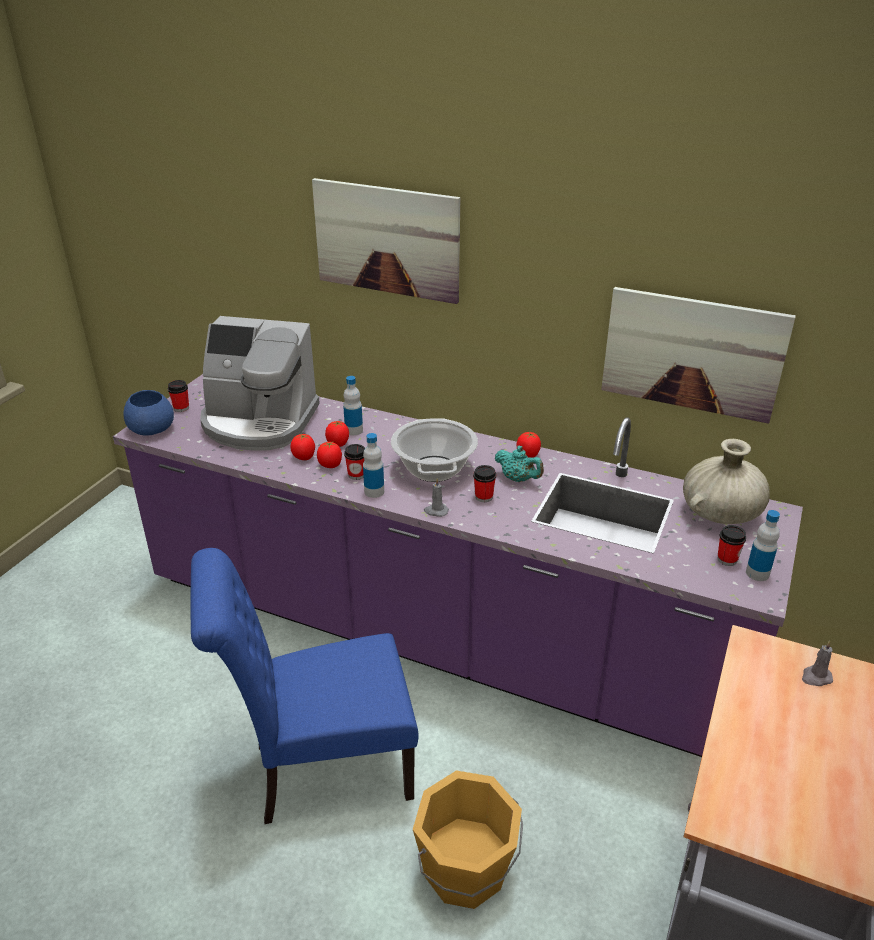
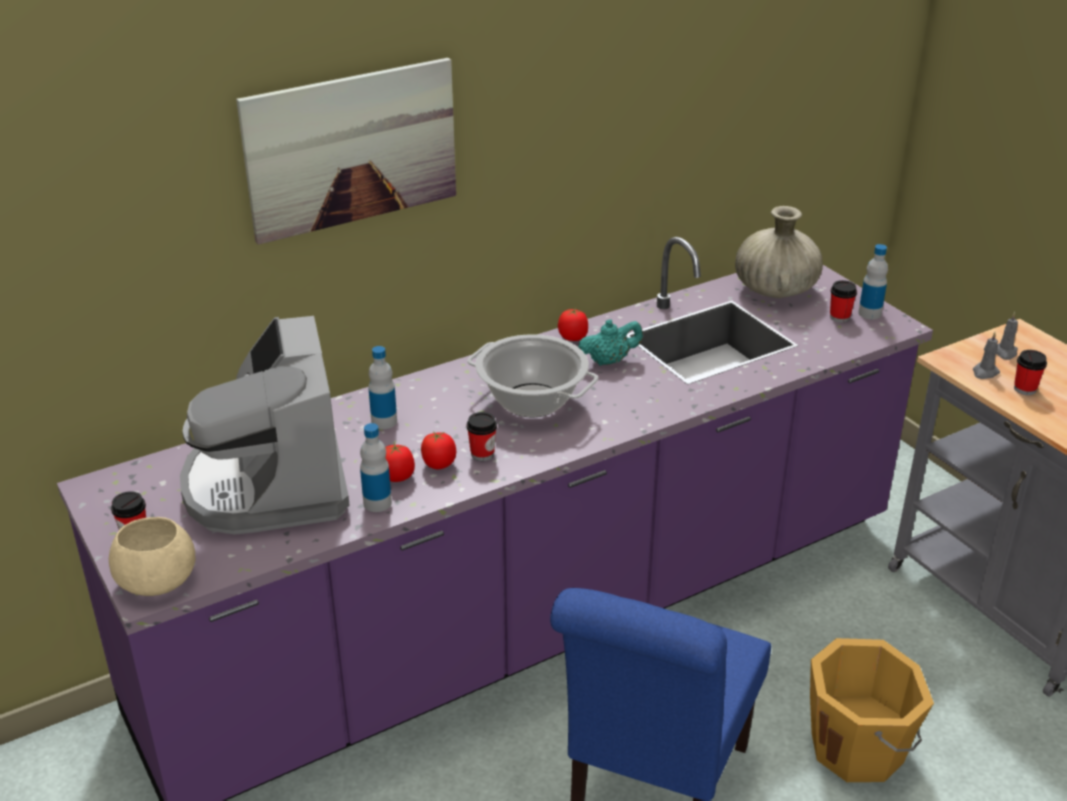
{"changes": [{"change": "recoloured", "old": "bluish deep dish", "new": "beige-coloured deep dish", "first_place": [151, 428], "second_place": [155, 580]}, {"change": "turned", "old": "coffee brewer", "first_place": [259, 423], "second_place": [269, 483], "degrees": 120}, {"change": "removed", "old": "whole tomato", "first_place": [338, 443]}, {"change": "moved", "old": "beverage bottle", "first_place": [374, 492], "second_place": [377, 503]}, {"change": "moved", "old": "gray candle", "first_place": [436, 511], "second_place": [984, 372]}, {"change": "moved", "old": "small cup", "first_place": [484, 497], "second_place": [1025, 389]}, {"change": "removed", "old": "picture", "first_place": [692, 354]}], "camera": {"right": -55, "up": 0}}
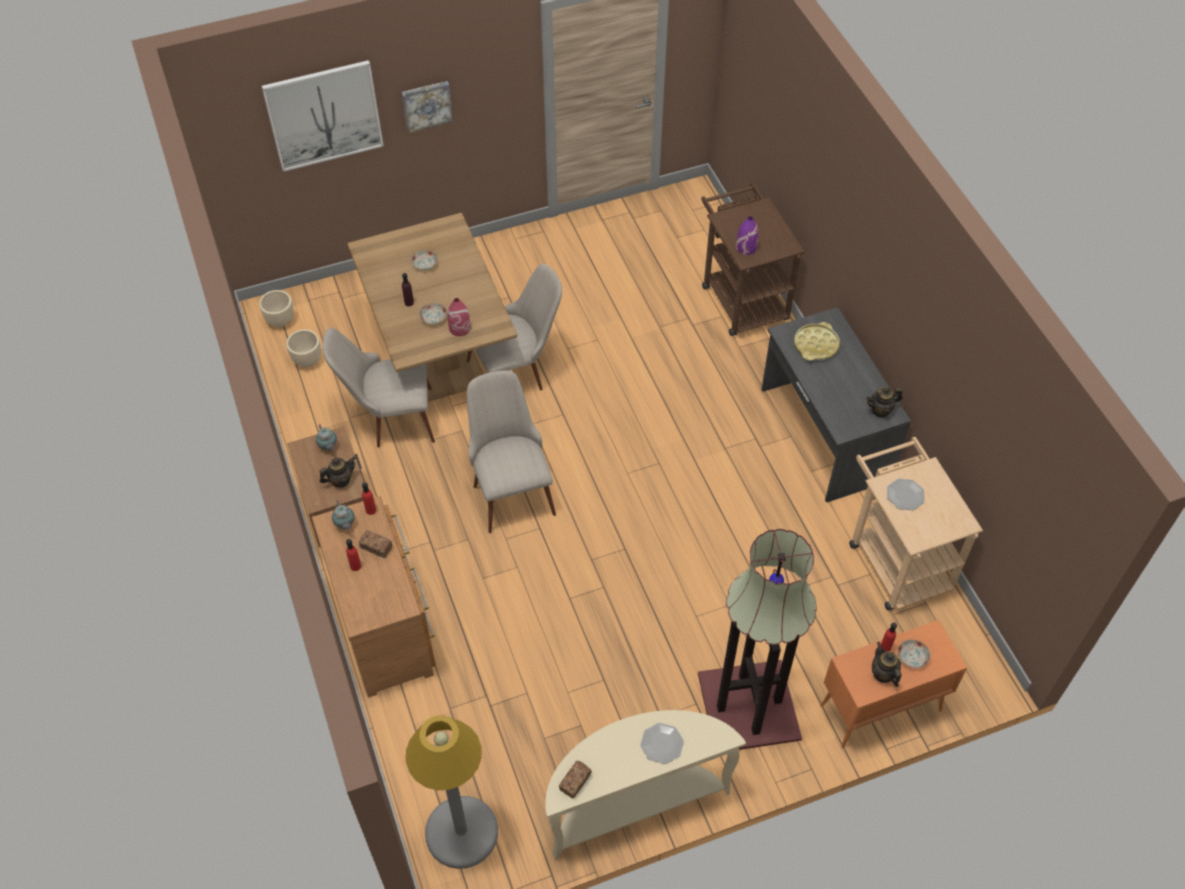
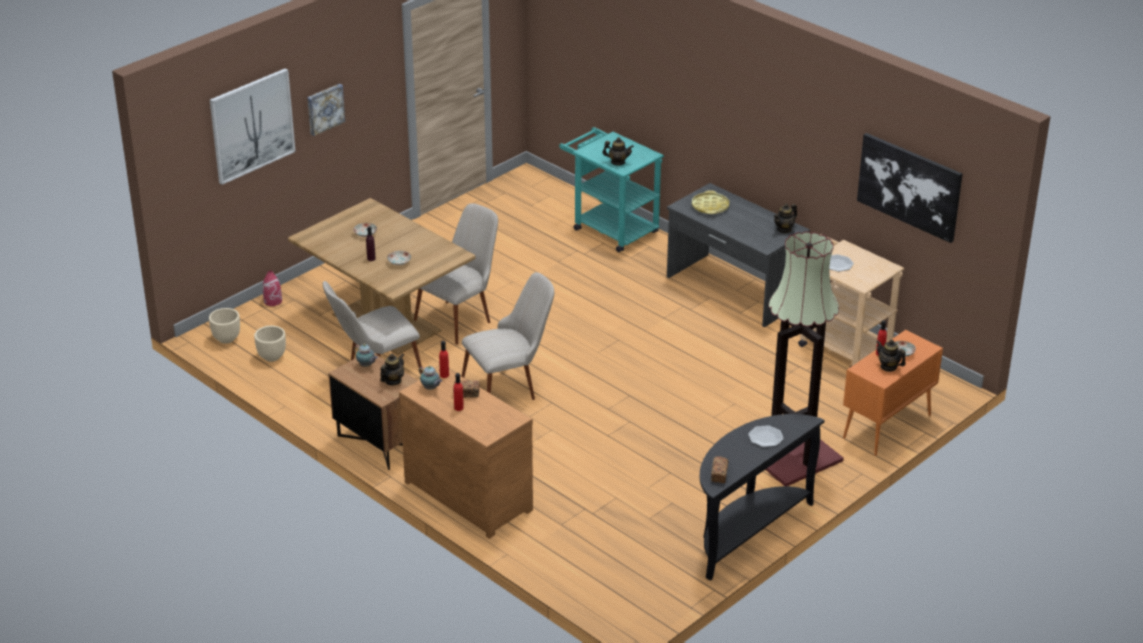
{"changes": [{"change": "removed", "old": "gray standard lamp", "first_place": [462, 832]}, {"change": "moved", "old": "red flower vase", "first_place": [460, 328], "second_place": [273, 301]}, {"change": "turned", "old": "beige-coloured chair", "first_place": [510, 488], "second_place": [509, 386], "degrees": 105}, {"change": "recoloured", "old": "beige-coloured narrow table", "new": "black-coloured narrow table", "first_place": [634, 803], "second_place": [745, 532]}, {"change": "recoloured", "old": "brown trolley", "new": "blue-green trolley", "first_place": [741, 297], "second_place": [610, 228]}, {"change": "replaced", "old": "purple-coloured flower vase", "new": "pot for tea", "first_place": [746, 247], "second_place": [618, 162]}, {"change": "added", "new": "picture", "second_place": [909, 186]}], "camera": {"right": -25, "up": -20}}
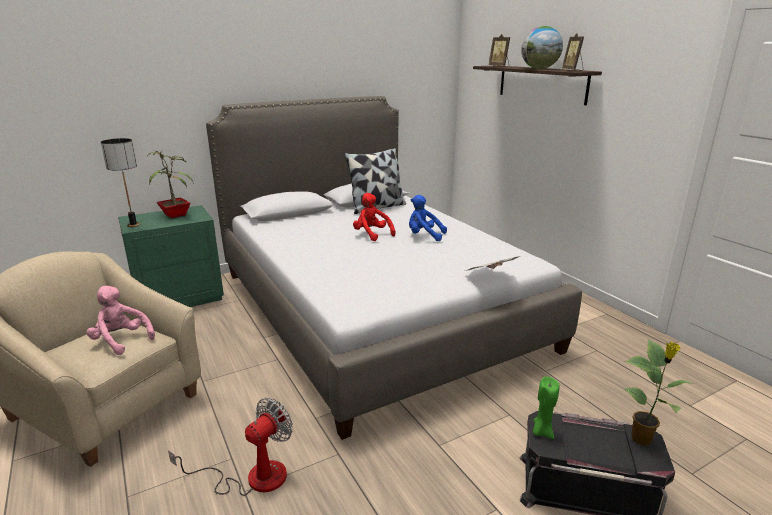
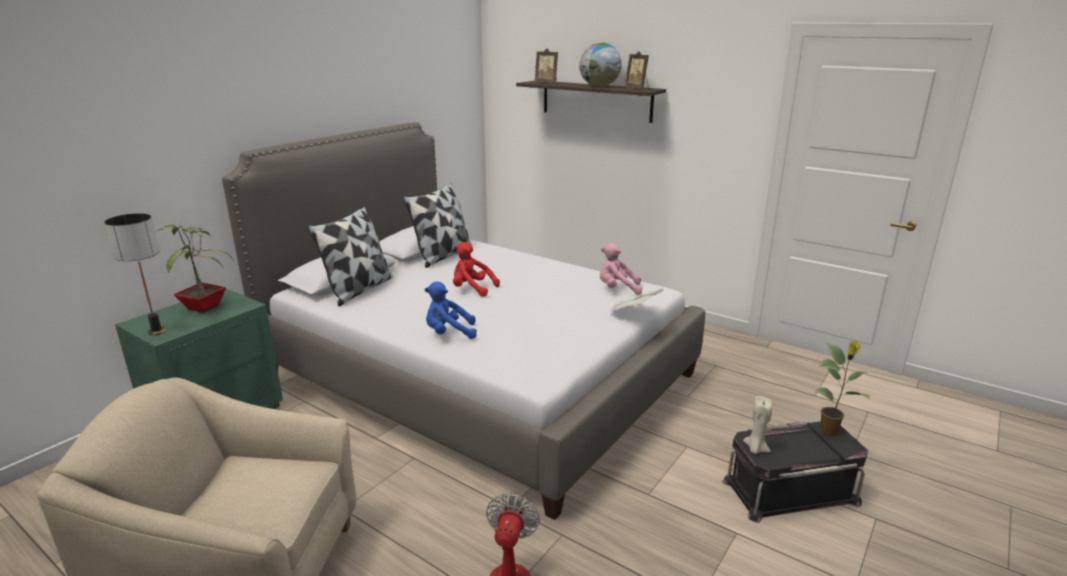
{"changes": [{"change": "moved", "old": "pinkish soft toy", "first_place": [121, 341], "second_place": [617, 289]}, {"change": "moved", "old": "bluish soft toy", "first_place": [424, 236], "second_place": [449, 333]}, {"change": "recoloured", "old": "greenish candle", "new": "beige-coloured candle", "first_place": [541, 431], "second_place": [755, 449]}, {"change": "added", "new": "cushion", "second_place": [358, 289]}], "camera": {"right": -25, "up": 0}}
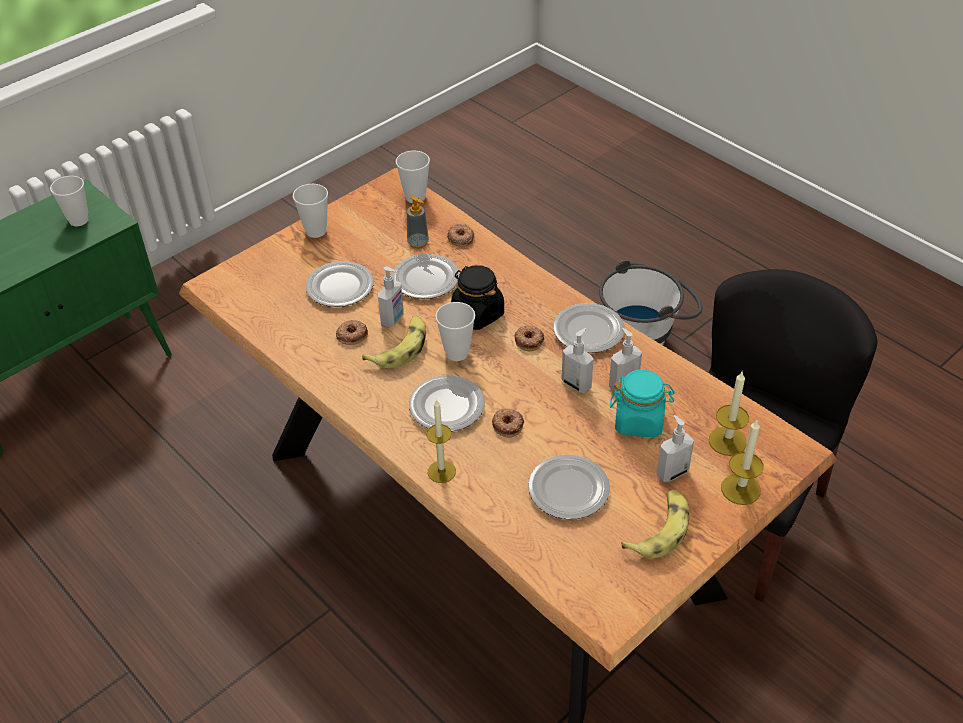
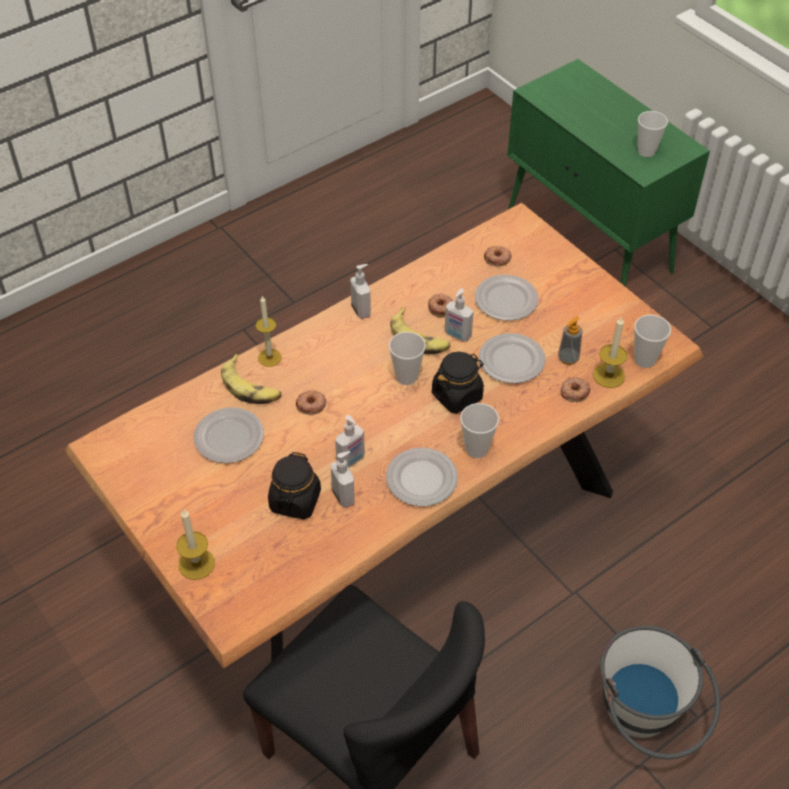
{"changes": [{"change": "moved", "old": "small cup", "first_place": [316, 231], "second_place": [476, 449]}, {"change": "removed", "old": "plate", "first_place": [446, 407]}, {"change": "moved", "old": "doughnut", "first_place": [529, 340], "second_place": [497, 258]}, {"change": "recoloured", "old": "blue-green preserve jar", "new": "black-coloured preserve jar", "first_place": [639, 421], "second_place": [295, 501]}, {"change": "moved", "old": "banana", "first_place": [660, 529], "second_place": [251, 387]}, {"change": "moved", "old": "soap dispenser", "first_place": [672, 472], "second_place": [361, 310]}, {"change": "moved", "old": "candle", "first_place": [727, 441], "second_place": [608, 375]}], "camera": {"right": 95, "up": 5}}
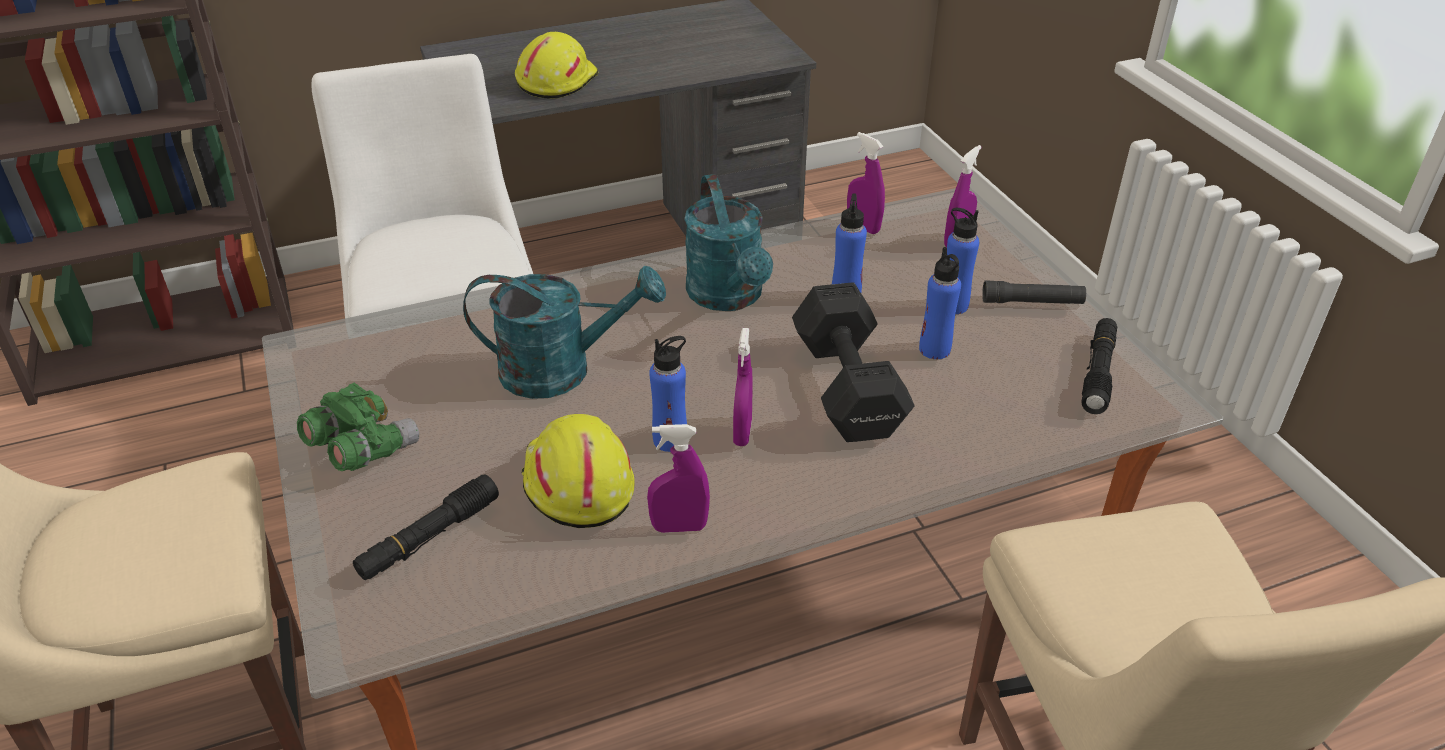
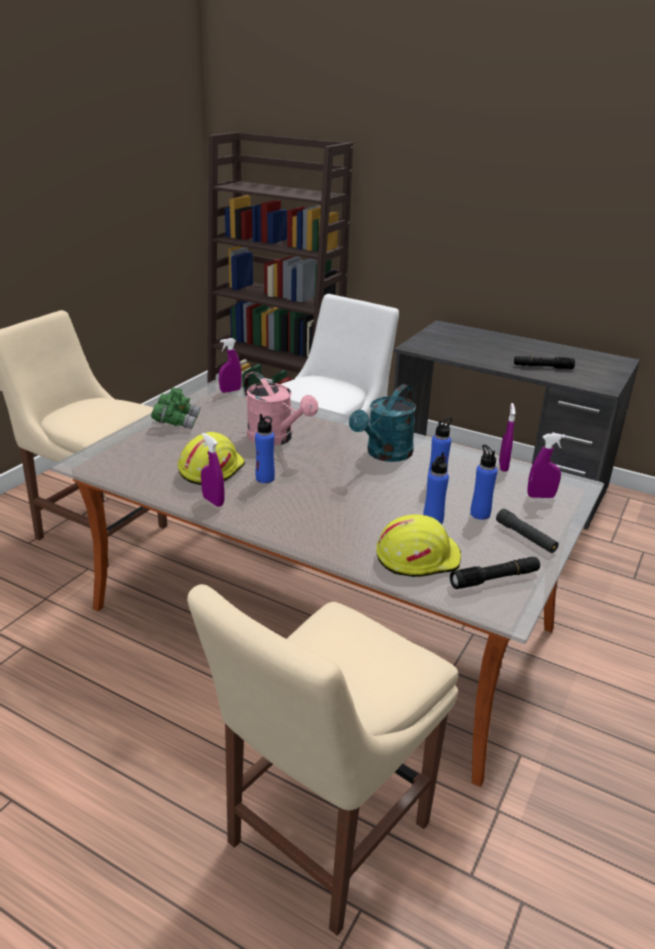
{"changes": [{"change": "moved", "old": "black-coloured flashlight", "first_place": [429, 537], "second_place": [542, 367]}, {"change": "recoloured", "old": "blue-green watering can", "new": "pinkish watering can", "first_place": [562, 370], "second_place": [276, 439]}, {"change": "moved", "old": "yellowish safety helmet", "first_place": [556, 81], "second_place": [417, 557]}, {"change": "moved", "old": "purple-coloured sprayer", "first_place": [742, 432], "second_place": [230, 391]}, {"change": "removed", "old": "black-coloured dumbbell", "first_place": [848, 385]}], "camera": {"right": 50, "up": -10}}
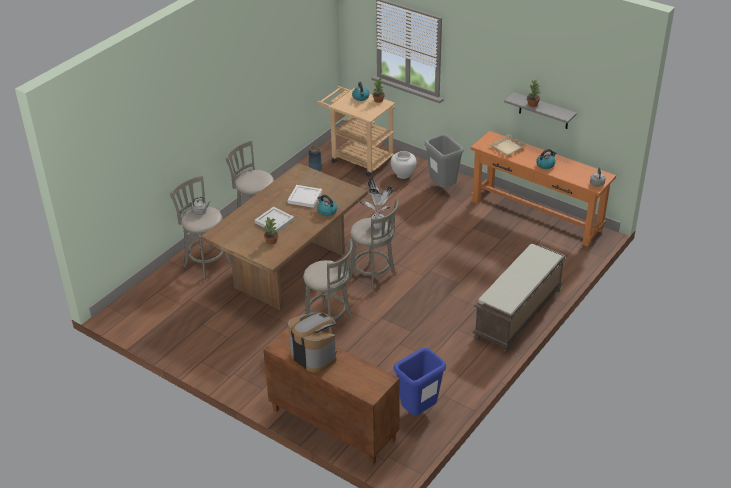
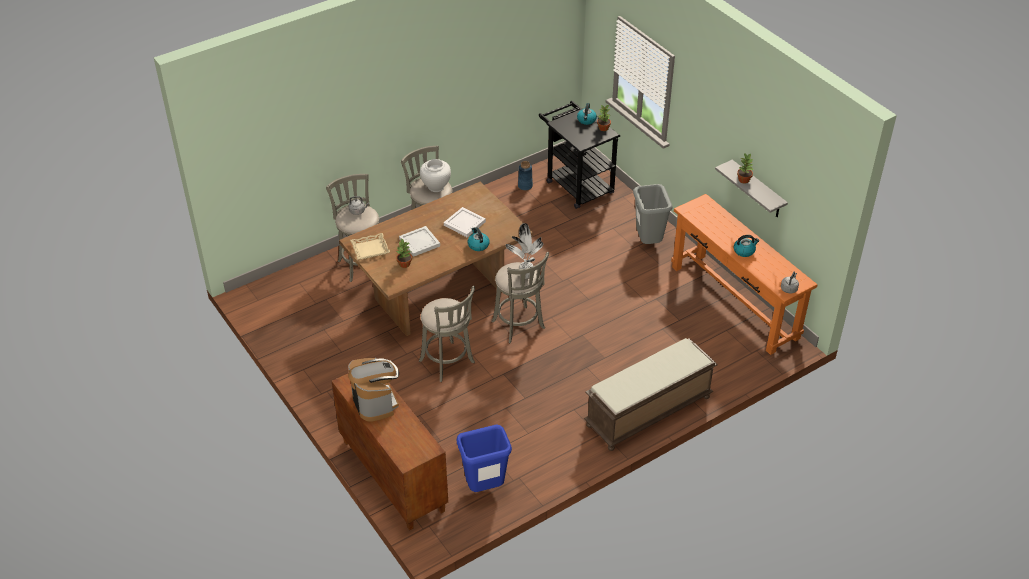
{"changes": [{"change": "recoloured", "old": "beige-coloured trolley", "new": "black-coloured trolley", "first_place": [357, 158], "second_place": [576, 184]}, {"change": "moved", "old": "white-coloured flower vase", "first_place": [403, 175], "second_place": [436, 187]}, {"change": "moved", "old": "beige-coloured carrying tray", "first_place": [508, 147], "second_place": [370, 249]}], "camera": {"right": 20, "up": 5}}
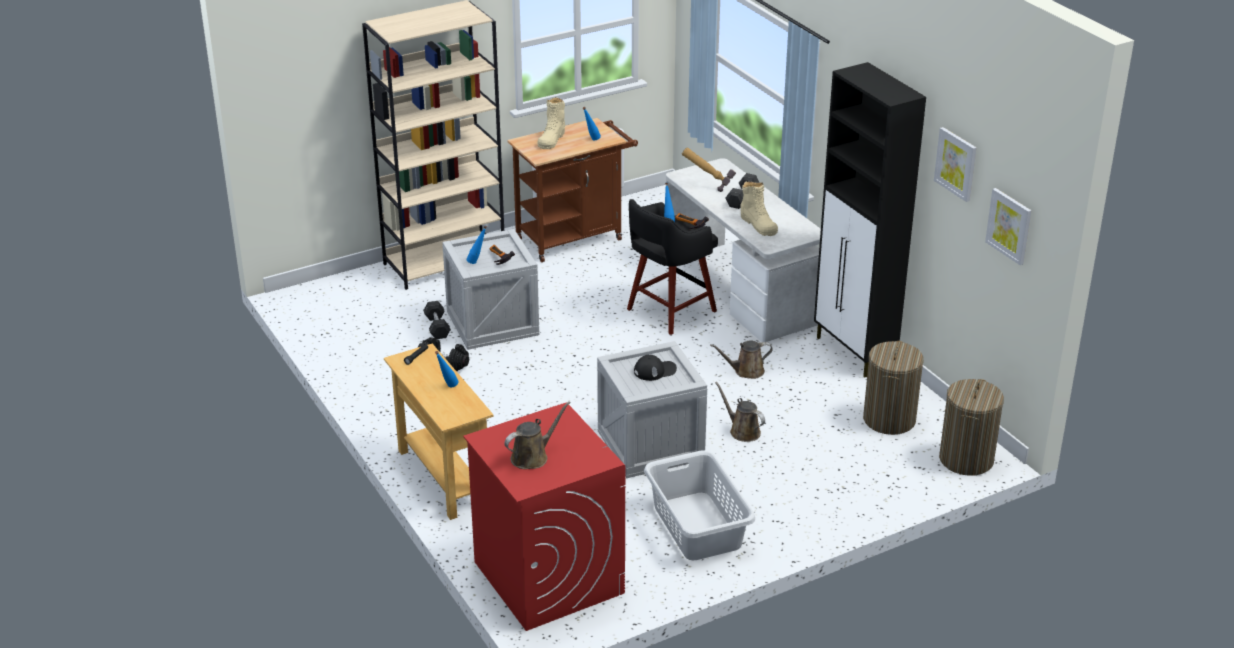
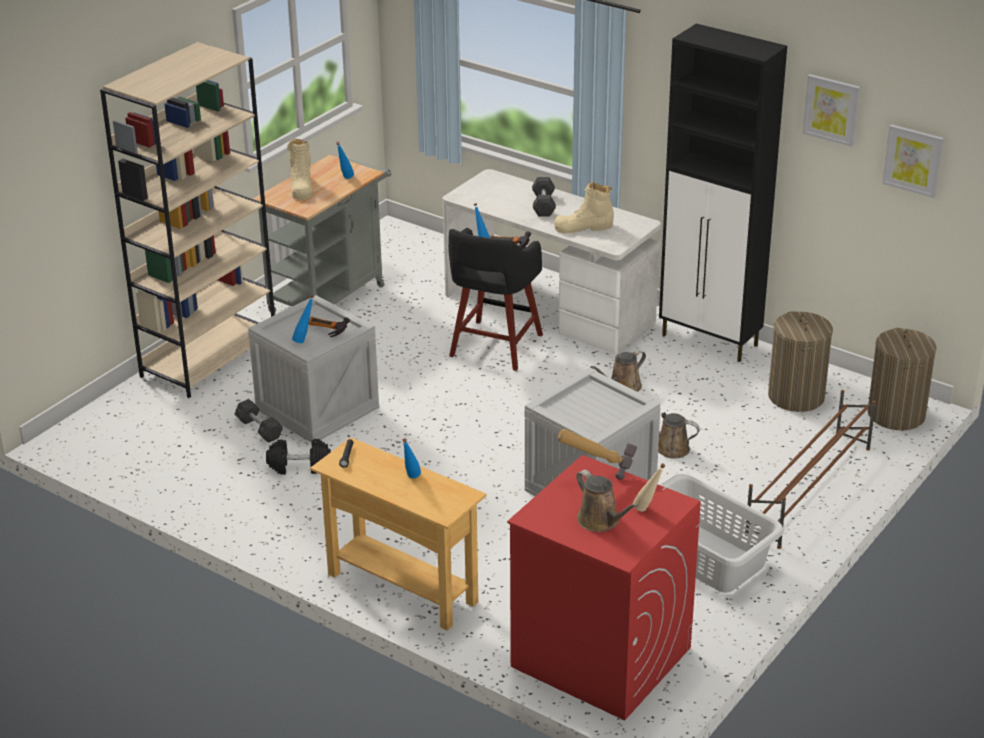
{"changes": [{"change": "turned", "old": "brown watering can", "first_place": [532, 457], "second_place": [601, 521], "degrees": 120}, {"change": "recoloured", "old": "brown trolley", "new": "gray trolley", "first_place": [575, 237], "second_place": [331, 295]}, {"change": "removed", "old": "black-coloured cap", "first_place": [655, 371]}, {"change": "moved", "old": "hand hammer", "first_place": [708, 186], "second_place": [597, 474]}, {"change": "turned", "old": "beige-coloured tall boot", "first_place": [758, 224], "second_place": [583, 227], "degrees": 135}, {"change": "added", "new": "beige-coloured beverage bottle", "second_place": [647, 510]}, {"change": "added", "new": "brown shoe rack", "second_place": [808, 491]}], "camera": {"right": -25, "up": 0}}
